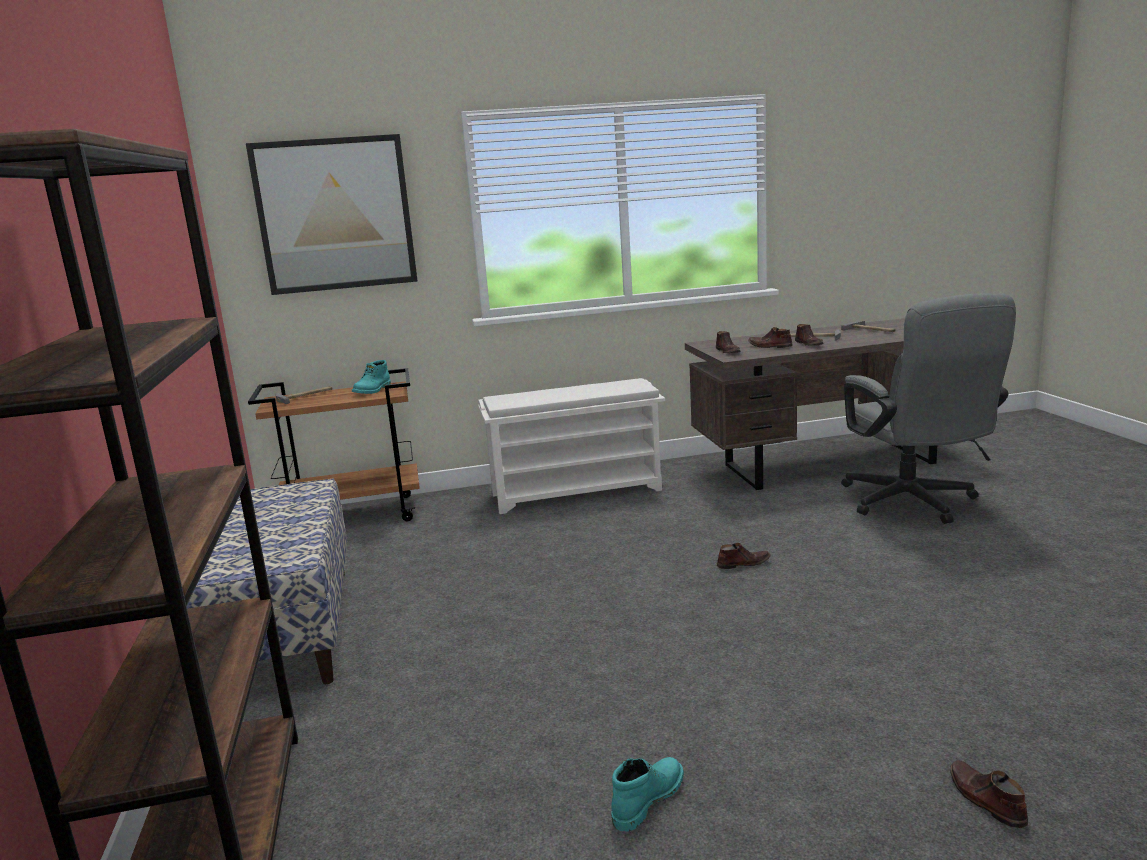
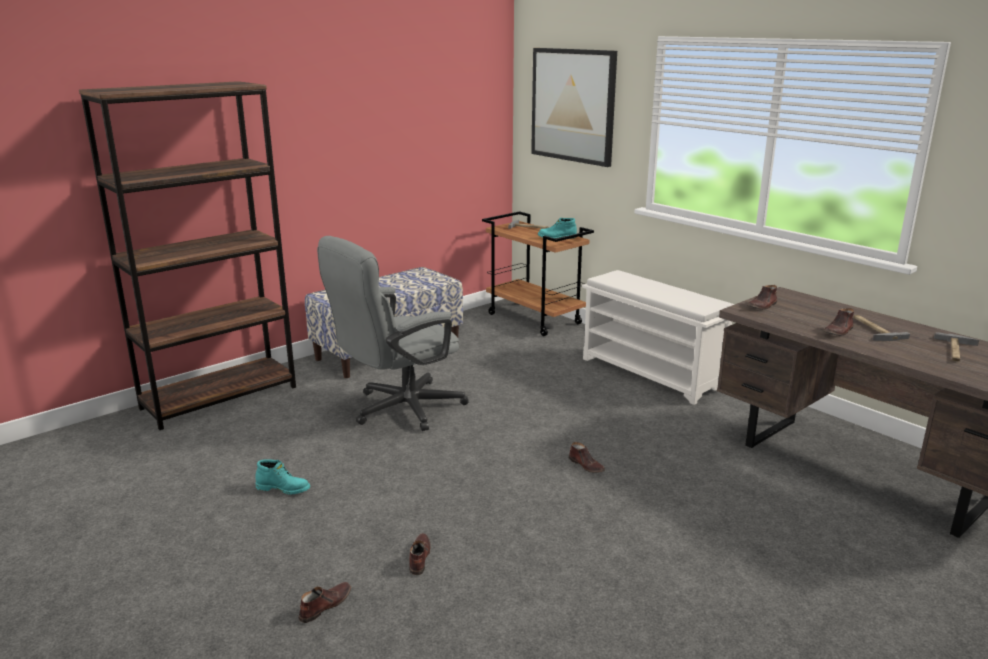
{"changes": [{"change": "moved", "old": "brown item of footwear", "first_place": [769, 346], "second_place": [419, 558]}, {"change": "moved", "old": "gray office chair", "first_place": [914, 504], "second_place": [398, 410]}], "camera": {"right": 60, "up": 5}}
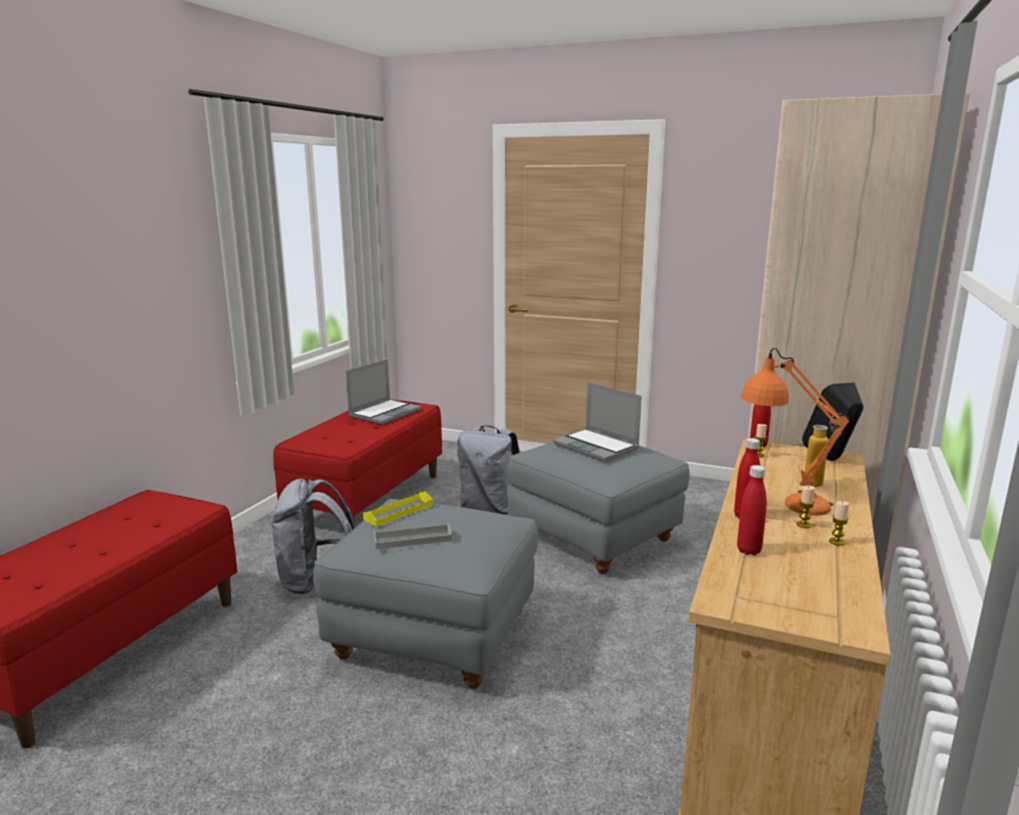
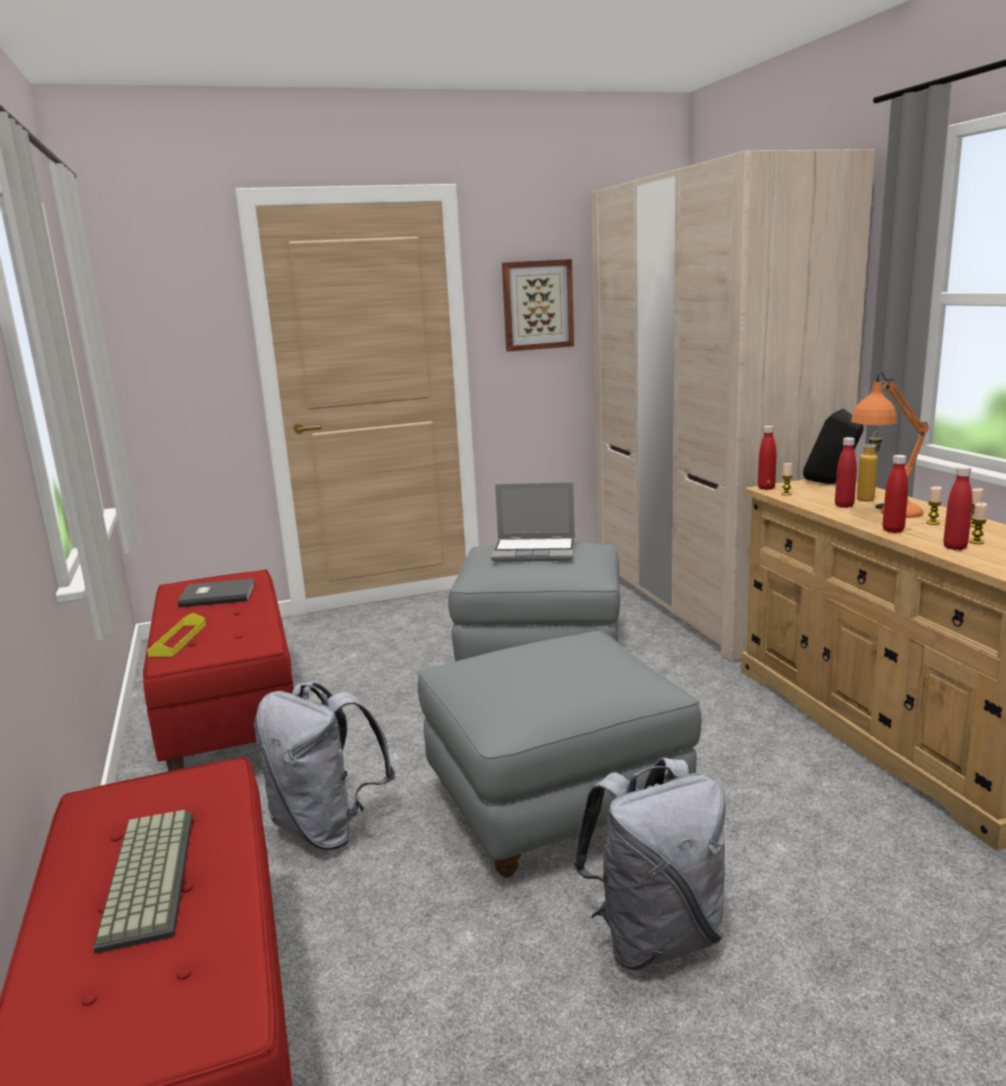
{"changes": [{"change": "replaced", "old": "laptop", "new": "gray bound book", "first_place": [385, 413], "second_place": [217, 595]}, {"change": "moved", "old": "yellowish carrying tray", "first_place": [398, 512], "second_place": [178, 640]}, {"change": "removed", "old": "gray carrying tray", "first_place": [413, 539]}, {"change": "moved", "old": "gray knapsack", "first_place": [489, 508], "second_place": [655, 936]}, {"change": "added", "new": "computer keyboard", "second_place": [145, 876]}, {"change": "added", "new": "picture", "second_place": [537, 305]}, {"change": "added", "new": "red beverage bottle", "second_place": [844, 506]}, {"change": "added", "new": "candle", "second_place": [976, 542]}], "camera": {"right": -40, "up": 0}}
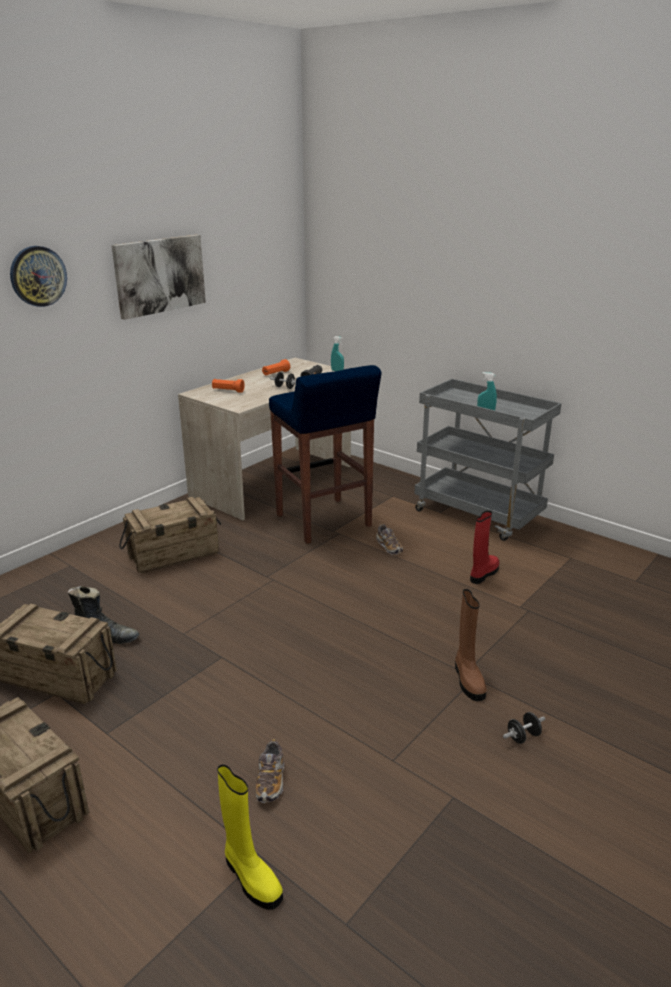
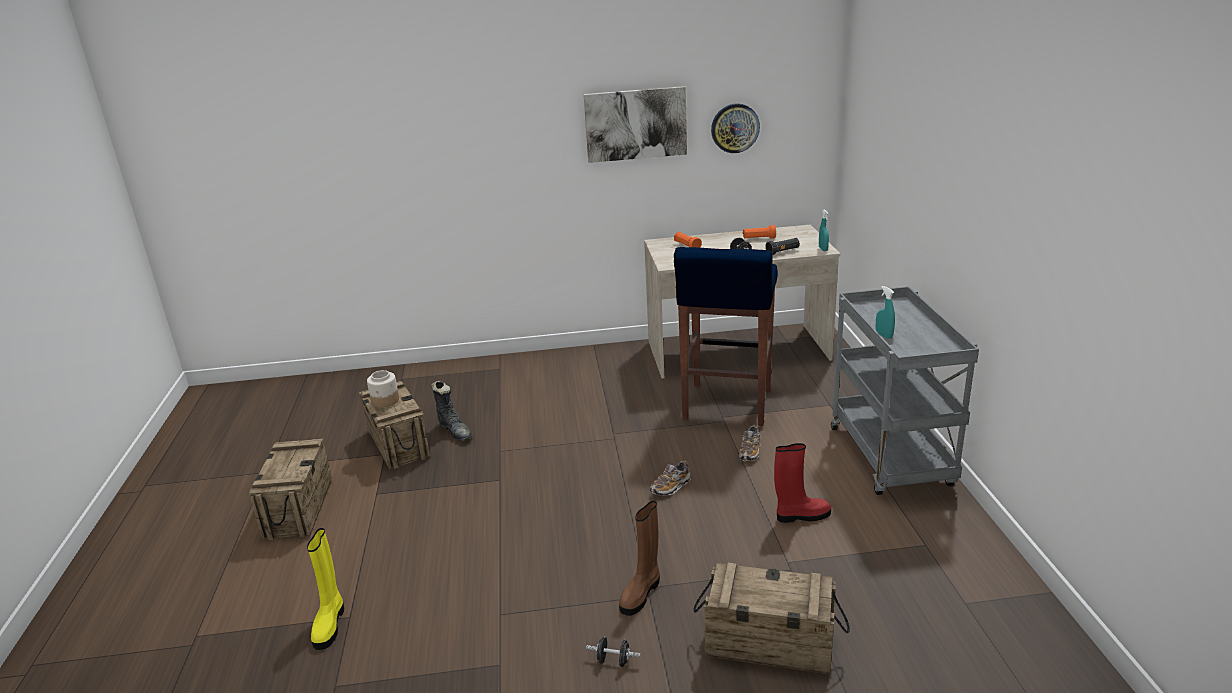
{"changes": [{"change": "moved", "old": "clock on the wall", "first_place": [38, 276], "second_place": [735, 128]}, {"change": "moved", "old": "packing crate", "first_place": [173, 554], "second_place": [768, 644]}, {"change": "moved", "old": "item of footwear", "first_place": [271, 781], "second_place": [671, 487]}, {"change": "added", "new": "preserve jar", "second_place": [385, 401]}], "camera": {"right": 45, "up": 0}}
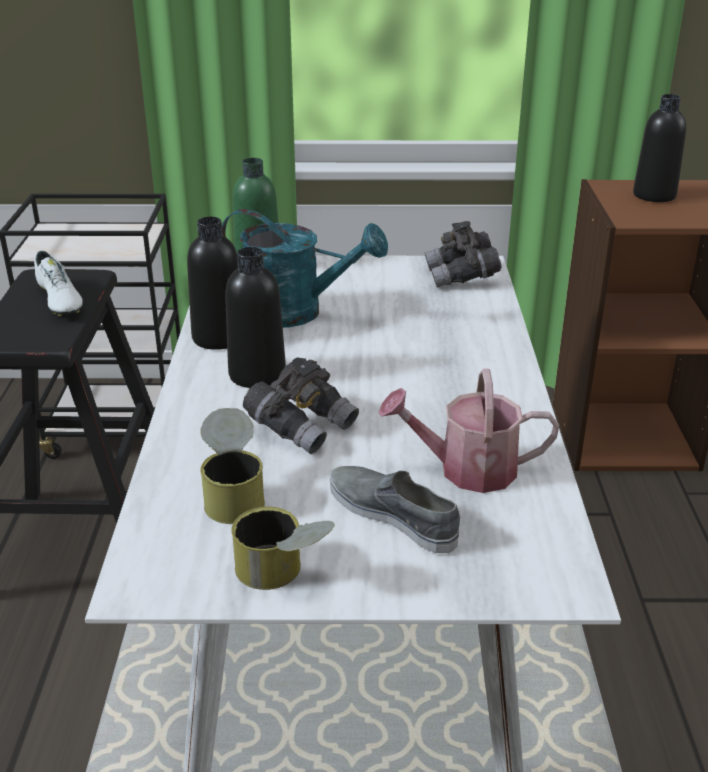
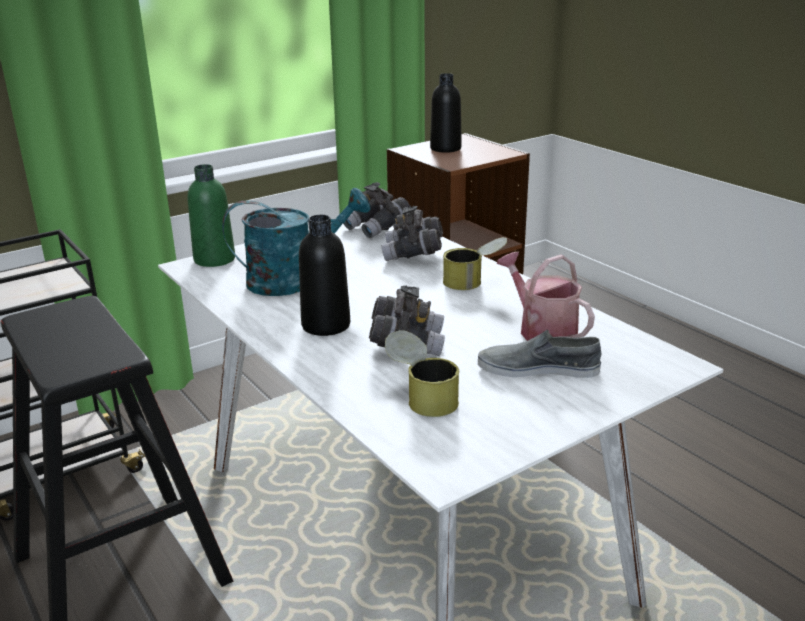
{"changes": [{"change": "removed", "old": "white-coloured item of footwear", "first_place": [59, 301]}, {"change": "removed", "old": "black-coloured beverage bottle", "first_place": [219, 338]}, {"change": "moved", "old": "metal can", "first_place": [283, 575], "second_place": [474, 282]}, {"change": "turned", "old": "watering can", "first_place": [466, 469], "second_place": [542, 330], "degrees": 90}, {"change": "added", "new": "gray binoculars", "second_place": [413, 254]}], "camera": {"right": -35, "up": -5}}
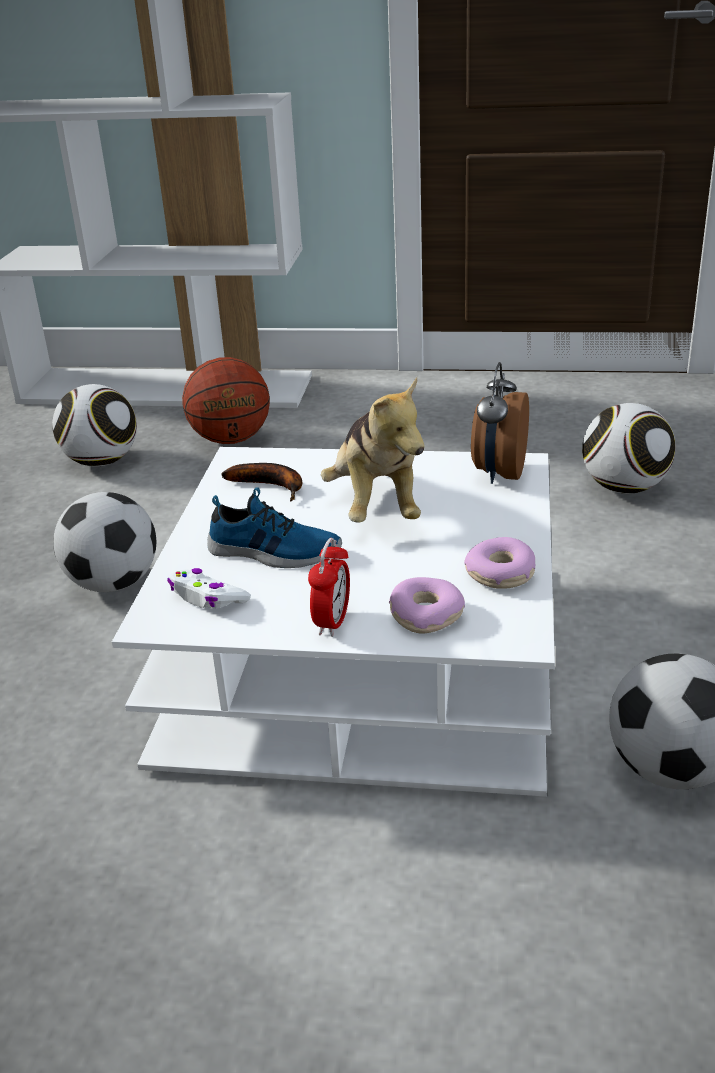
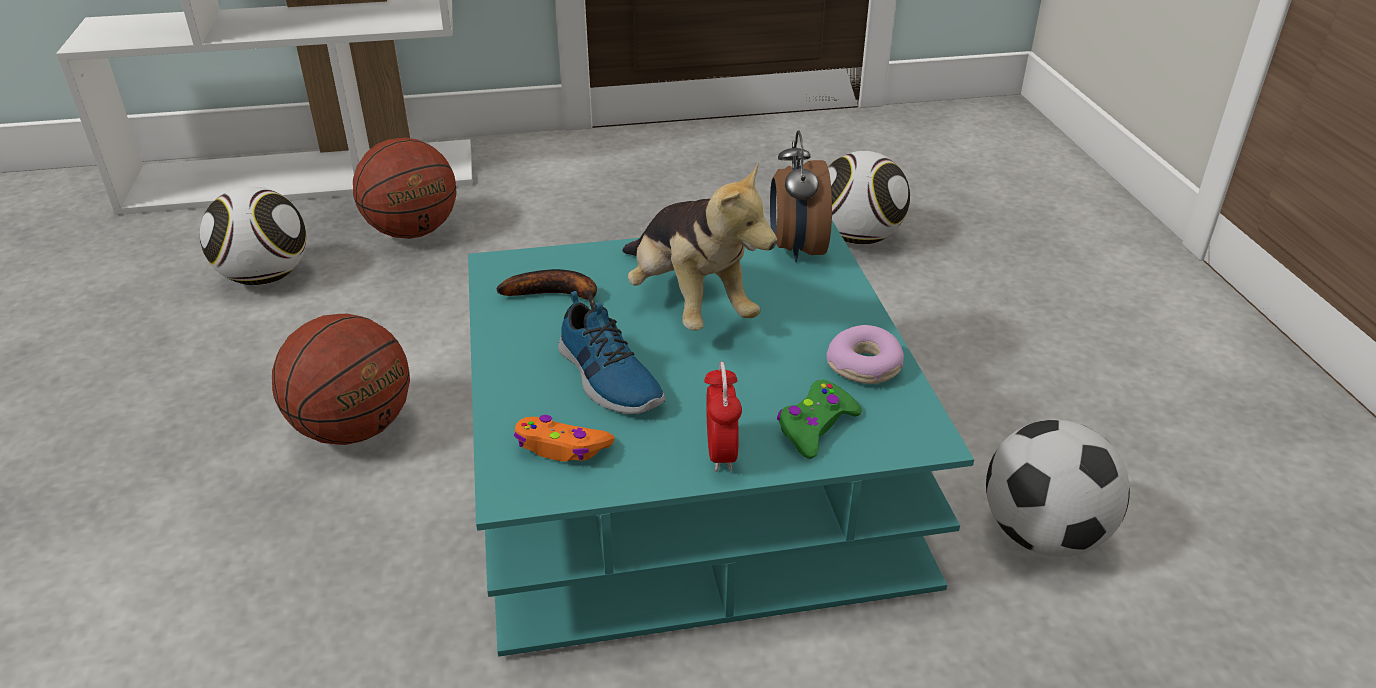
{"changes": [{"change": "replaced", "old": "football ball", "new": "ball for basketball", "first_place": [113, 583], "second_place": [354, 429]}, {"change": "recoloured", "old": "white-coloured coffee table", "new": "blue-green coffee table", "first_place": [364, 660], "second_place": [687, 472]}, {"change": "recoloured", "old": "white-coloured gamepad", "new": "orange-coloured gamepad", "first_place": [207, 598], "second_place": [562, 447]}, {"change": "turned", "old": "item of footwear", "first_place": [274, 553], "second_place": [607, 378], "degrees": 60}, {"change": "replaced", "old": "doughnut", "new": "greenish gamepad", "first_place": [426, 615], "second_place": [815, 427]}], "camera": {"right": -20, "up": 5}}
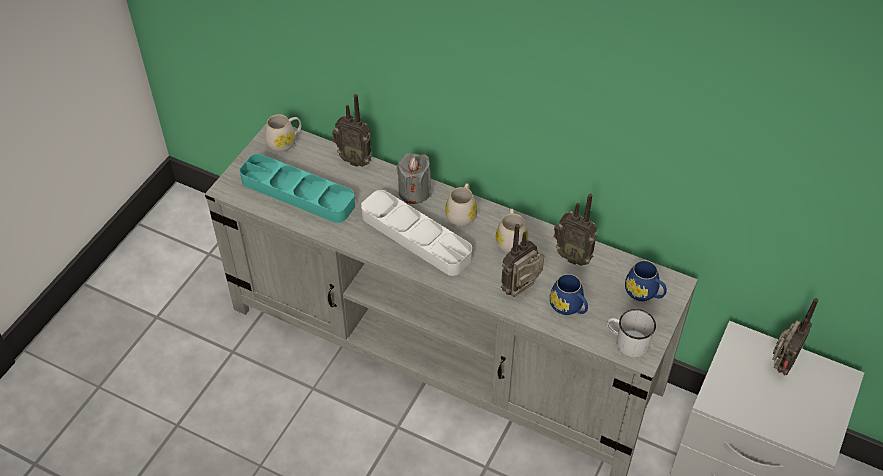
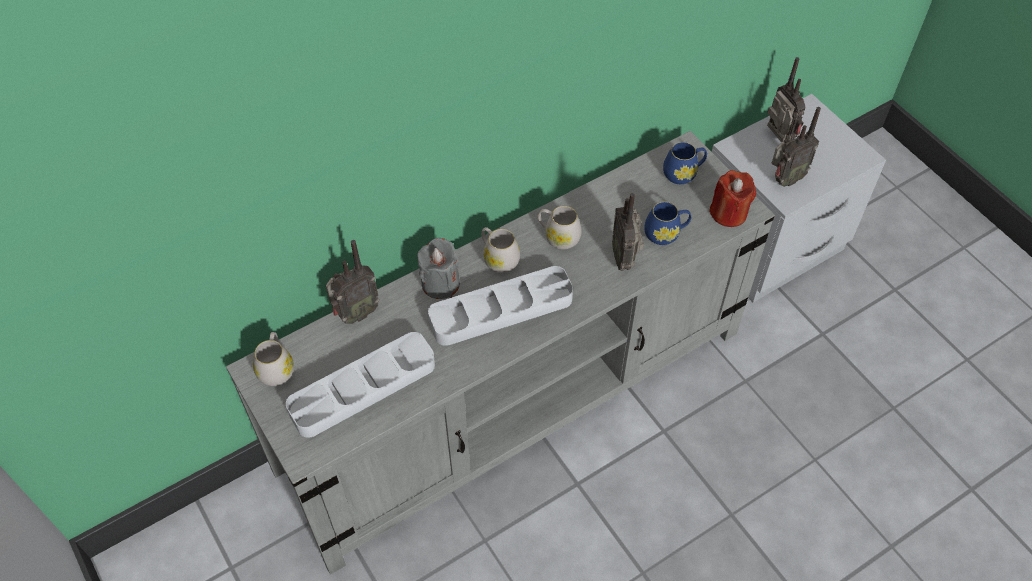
{"changes": [{"change": "recoloured", "old": "blue-green carrying tray", "new": "gray carrying tray", "first_place": [298, 193], "second_place": [363, 388]}, {"change": "moved", "old": "radio receiver", "first_place": [573, 256], "second_place": [784, 180]}, {"change": "replaced", "old": "white-coloured coffee mug", "new": "red candle", "first_place": [627, 342], "second_place": [728, 213]}], "camera": {"right": -60, "up": 5}}
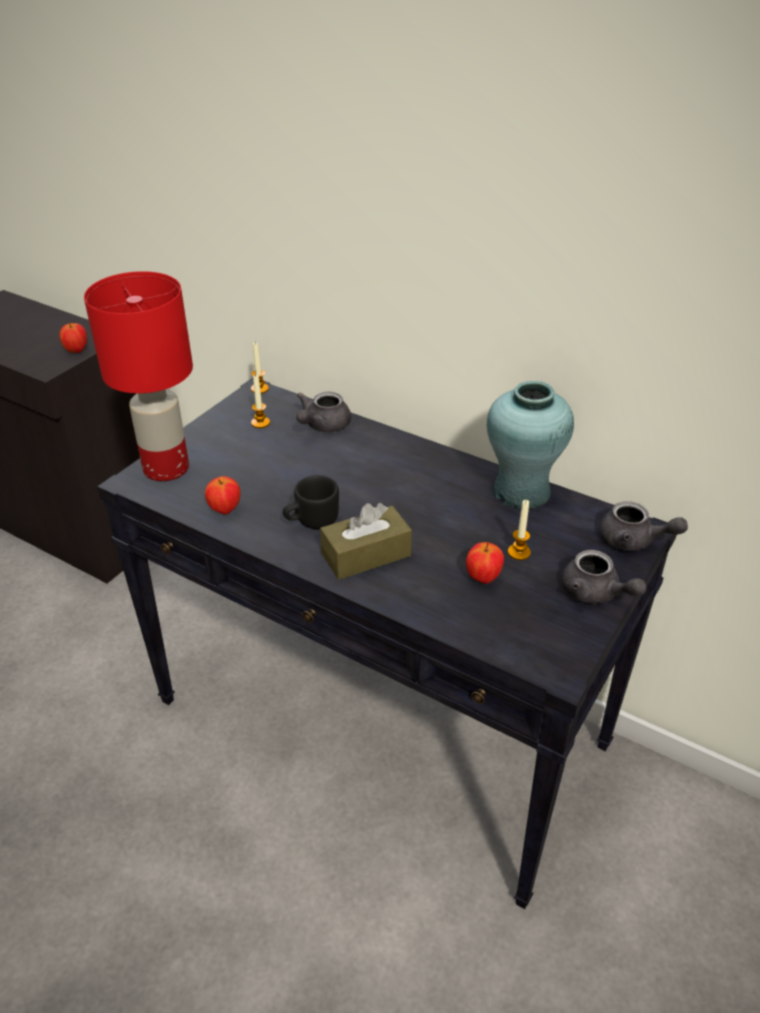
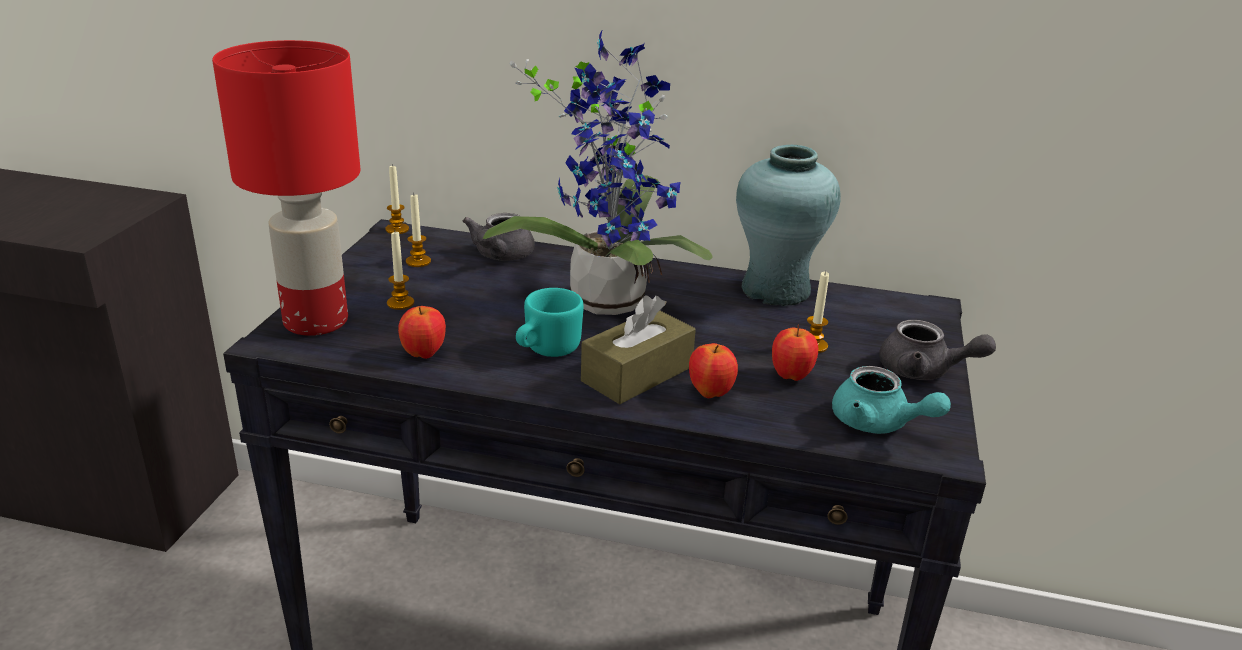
{"changes": [{"change": "moved", "old": "apple fruit", "first_place": [76, 351], "second_place": [710, 393]}, {"change": "recoloured", "old": "black-coloured coffee mug", "new": "blue-green coffee mug", "first_place": [311, 521], "second_place": [546, 350]}, {"change": "removed", "old": "gray pot for tea", "first_place": [633, 541]}, {"change": "added", "new": "candle", "second_place": [400, 303]}, {"change": "added", "new": "potted plant", "second_place": [606, 296]}, {"change": "added", "new": "blue-green pot for tea", "second_place": [878, 424]}], "camera": {"right": -20, "up": -10}}
